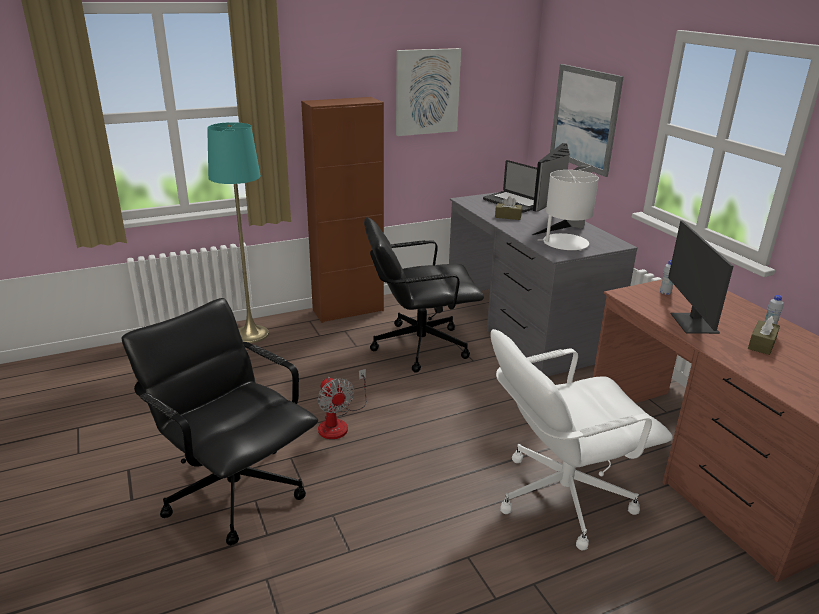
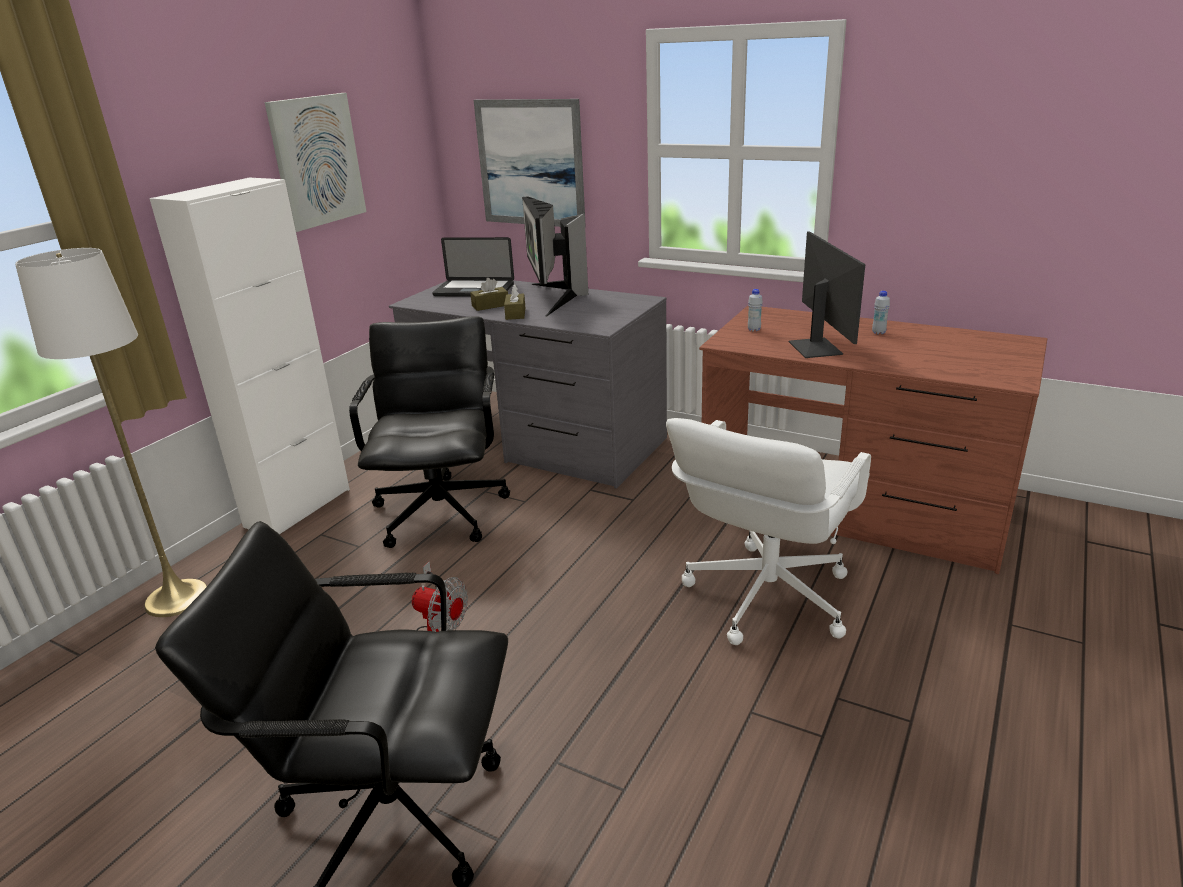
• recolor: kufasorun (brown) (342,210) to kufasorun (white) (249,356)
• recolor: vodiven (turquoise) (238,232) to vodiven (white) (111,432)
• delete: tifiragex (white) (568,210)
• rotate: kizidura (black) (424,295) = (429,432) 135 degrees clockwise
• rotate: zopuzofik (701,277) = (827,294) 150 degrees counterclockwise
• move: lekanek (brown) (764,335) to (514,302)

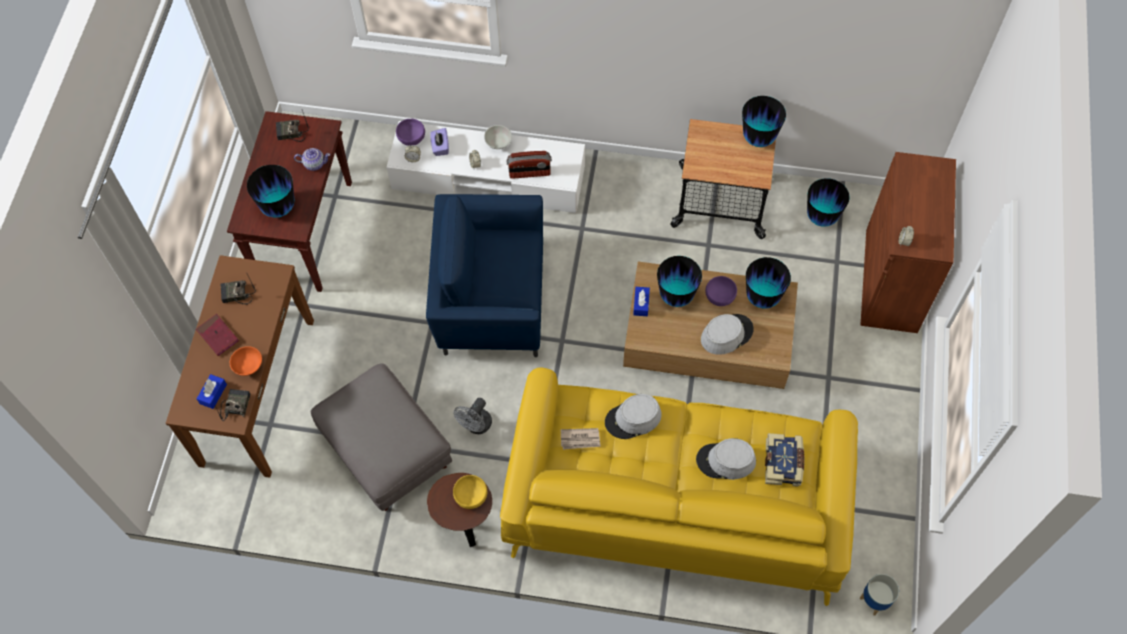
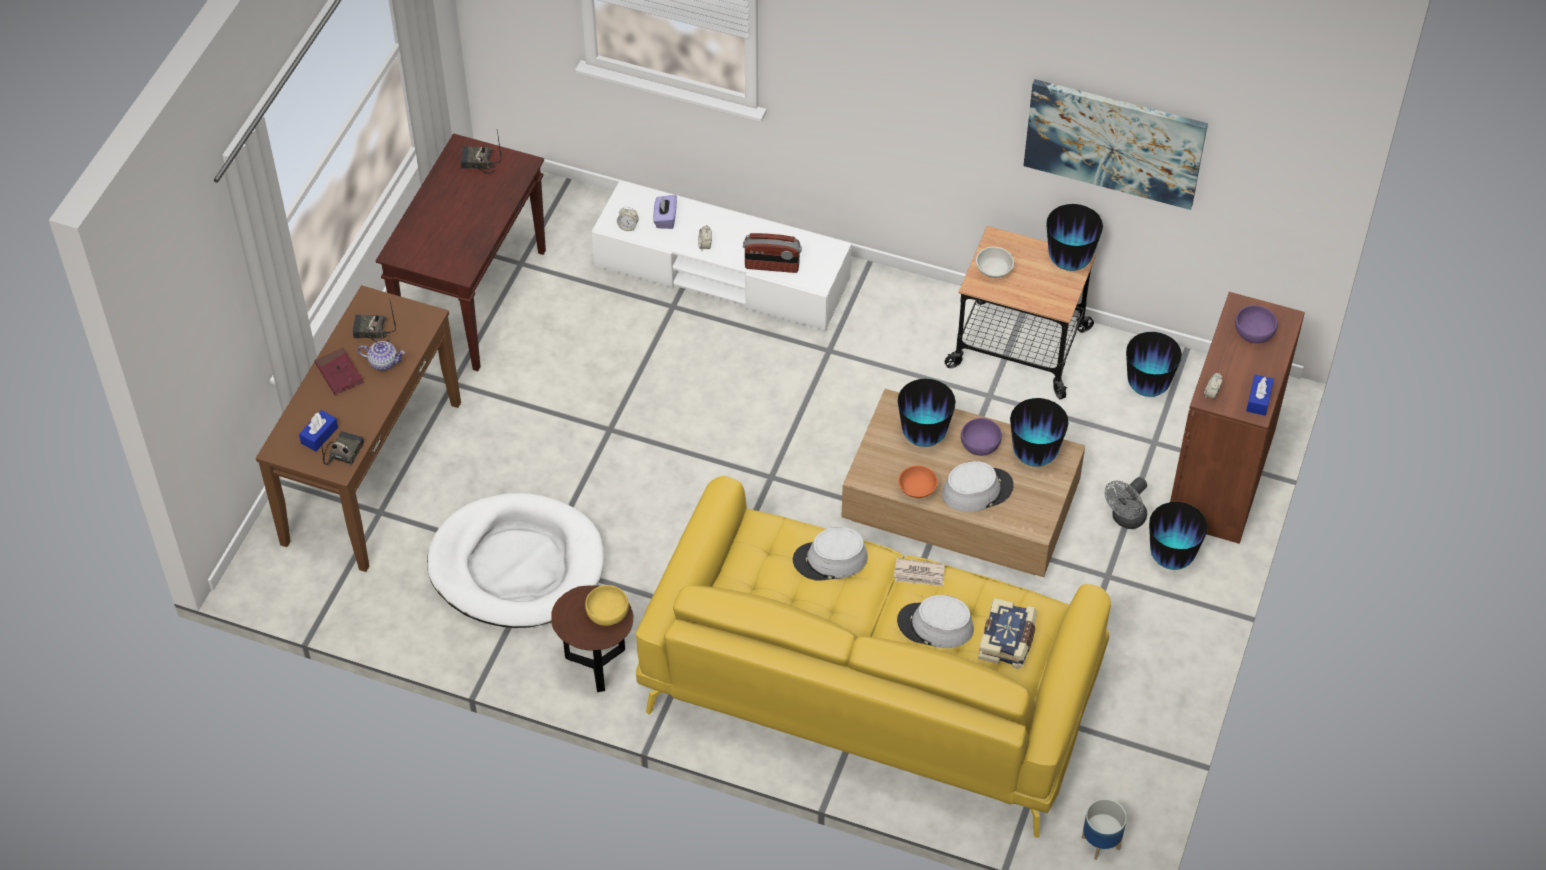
• move: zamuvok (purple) (410,132) to (1256,324)
• move: zamuvok (white) (498,137) to (995,262)
• move: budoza (312,159) to (381,356)
• move: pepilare (270,191) to (1178,536)
• delete: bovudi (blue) (484,275)
• move: lekanek (blue) (641,301) to (1260,395)
• move: zamuvok (orange) (246,361) to (918,482)
• replace: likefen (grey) (381,437) to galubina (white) (515,560)
• move: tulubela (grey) (473,416) to (1126,503)
• move: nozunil (581,439) to (919,572)
• insert: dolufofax (1115,144)

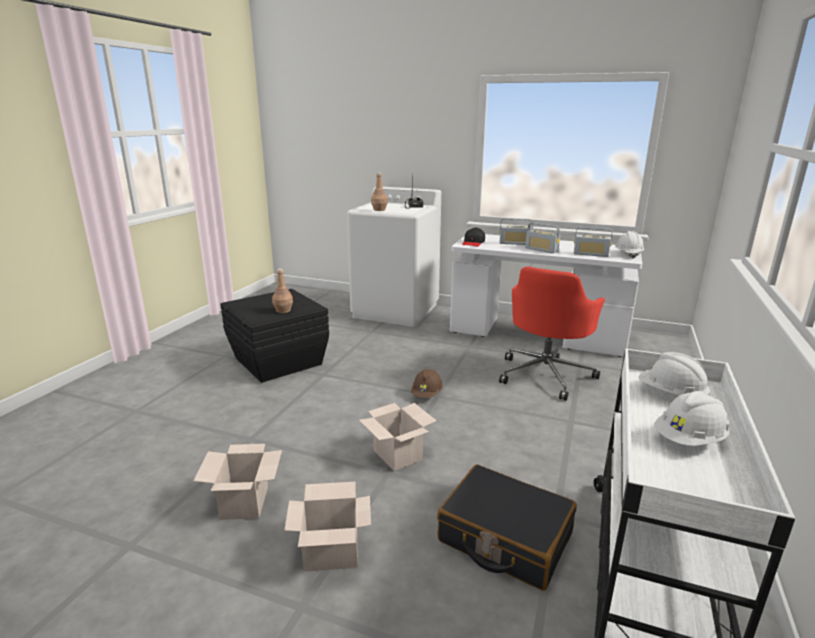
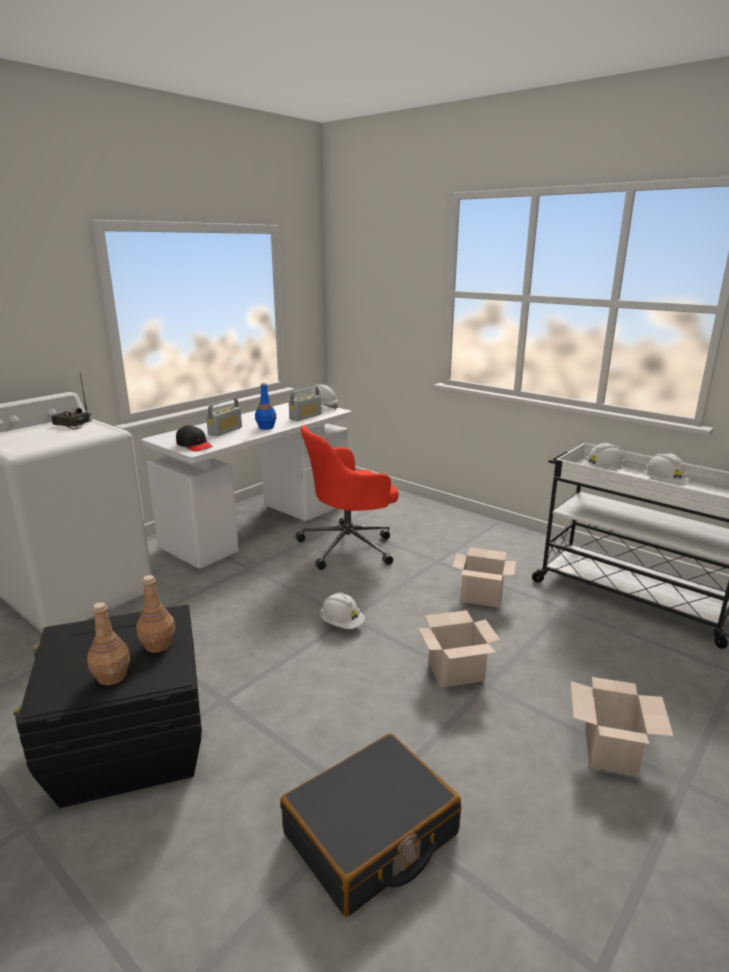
• move: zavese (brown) (379,192) to (108,643)
• replace: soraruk (542,238) to zavese (blue) (266,406)
• rotate: kizidura (red) (552,333) = (347,497) 105 degrees clockwise
• recolor: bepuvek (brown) (427,383) to bepuvek (white) (342,610)
• move: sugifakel (238,482) to (484,577)
• move: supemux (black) (507,528) to (370,825)

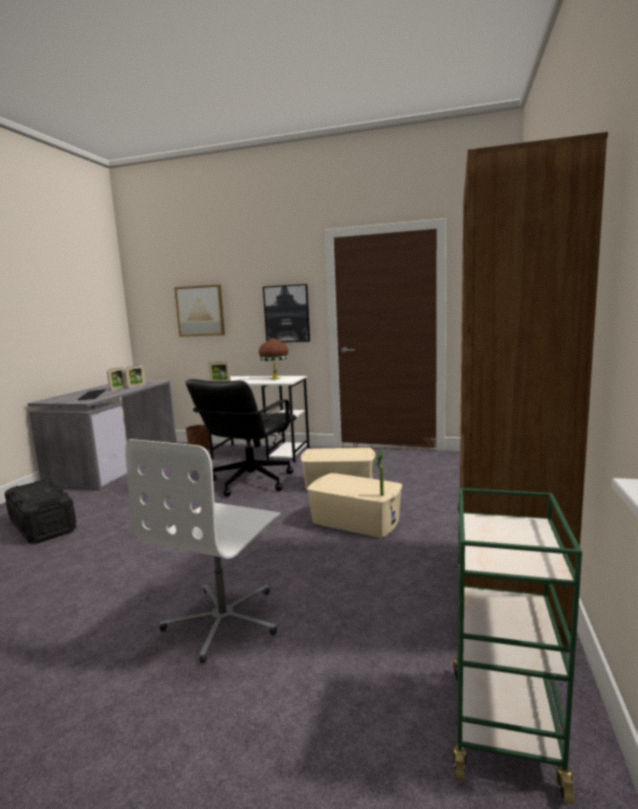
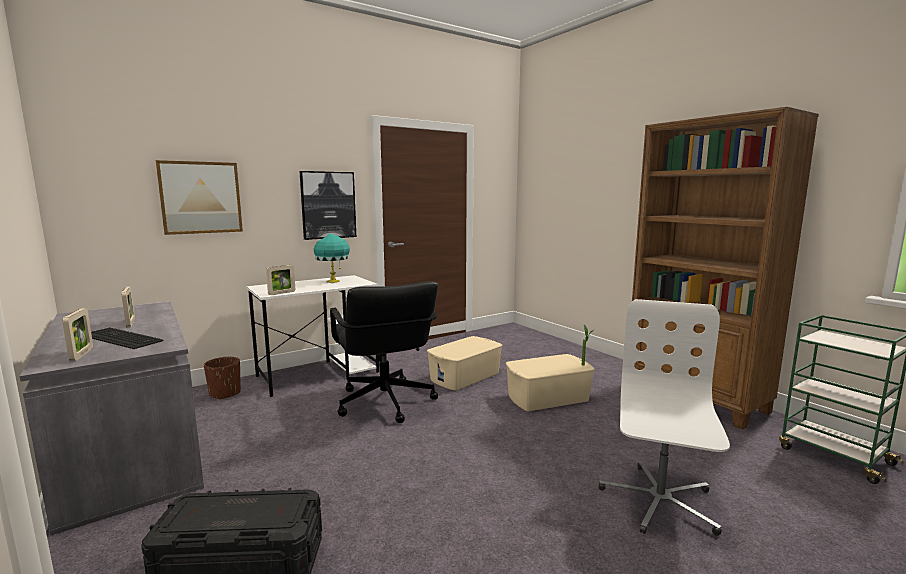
• recolor: tifiragex (brown) (273,358) to tifiragex (turquoise) (332,258)
• move: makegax (135,376) to (77,334)
• rotate: kizidura (white) (203,551) = (664,417) 135 degrees counterclockwise

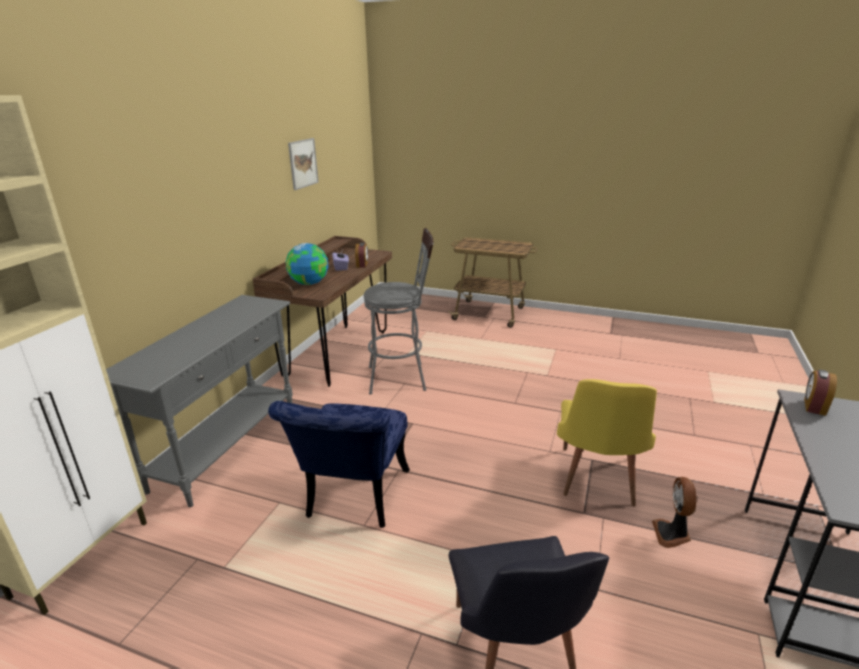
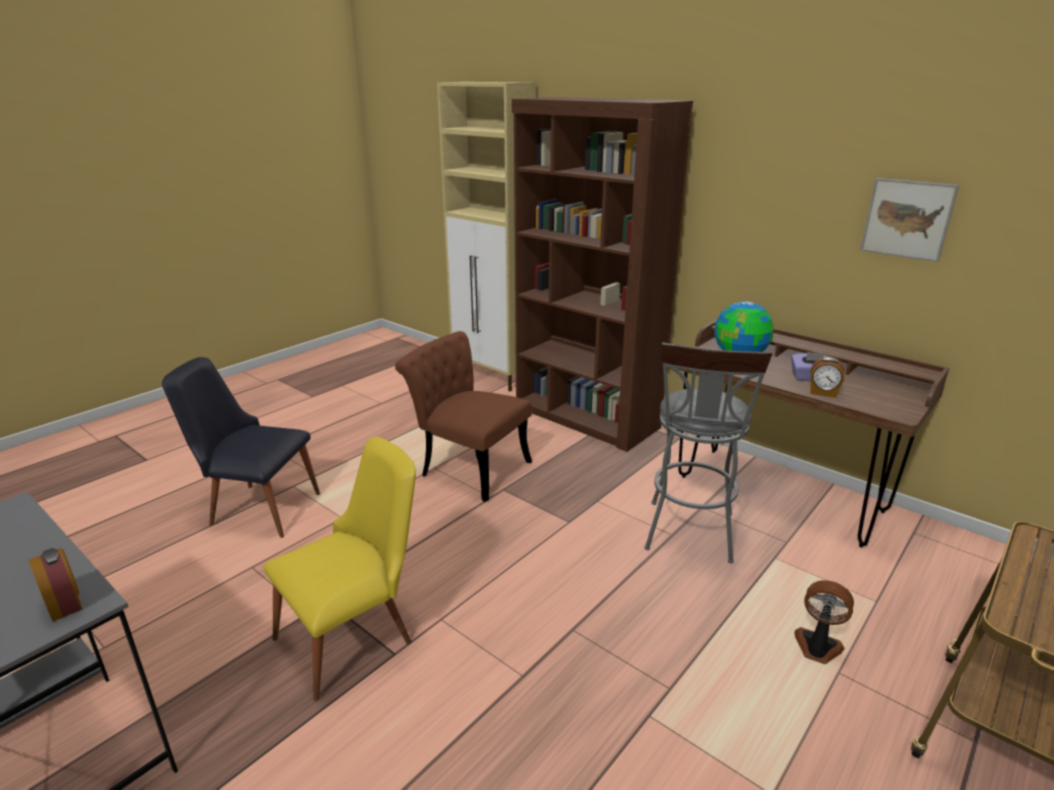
• replace: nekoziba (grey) (199,401) to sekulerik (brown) (602,274)
• rotate: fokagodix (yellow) (607,442) = (340,569) 105 degrees clockwise
• recolor: fokagodix (blue) (339,464) to fokagodix (brown) (463,416)
• move: tulubela (674,512) to (824,622)

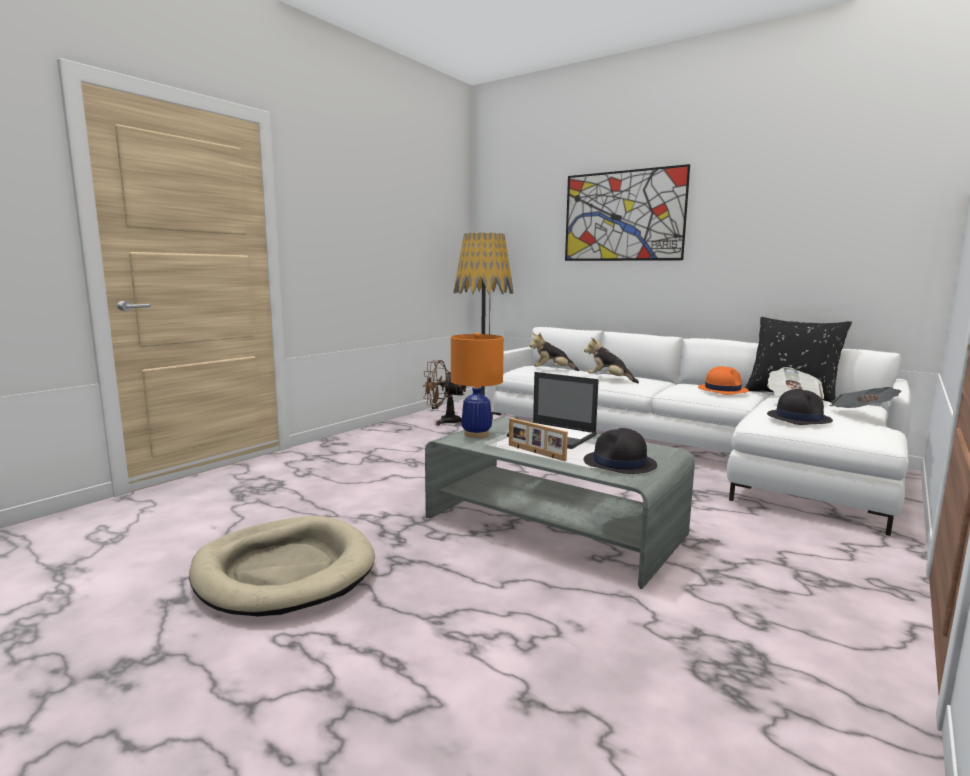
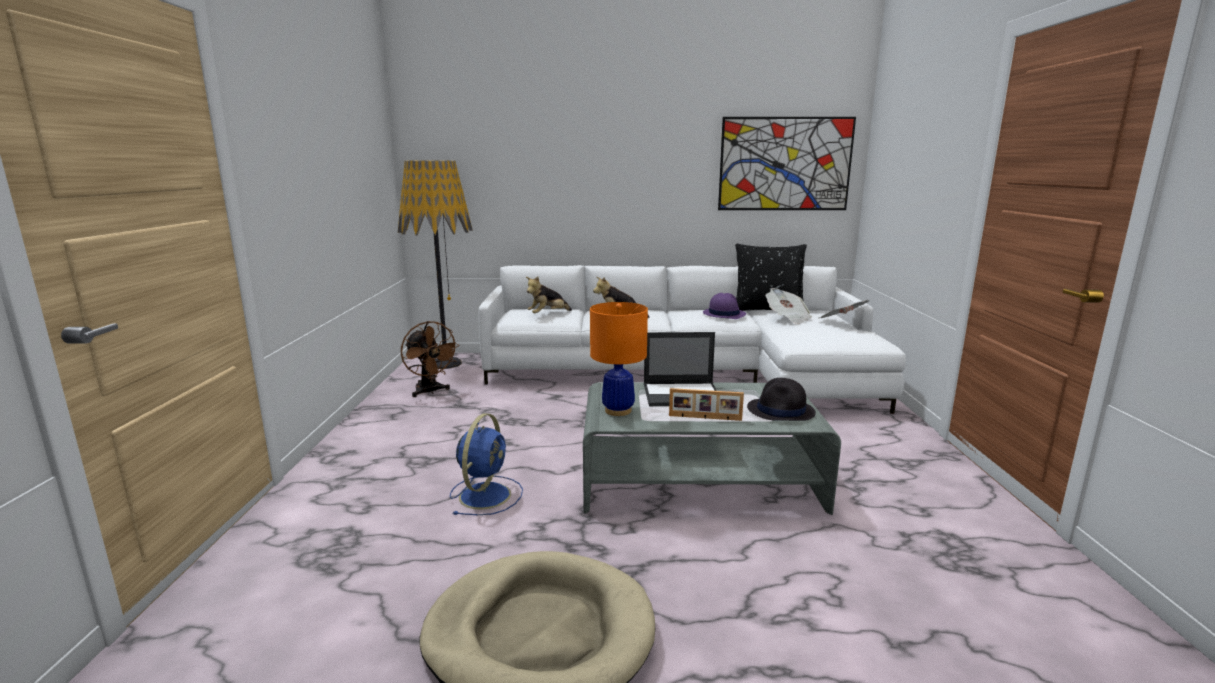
• move: dolufofax (627,212) to (787,163)
• rotate: tulubela (brown) (444,393) = (430,359) 105 degrees counterclockwise
• recolor: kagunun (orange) (723,380) to kagunun (purple) (724,306)
• delete: kagunun (black) (800,407)
• insert: tulubela (blue) (486,464)

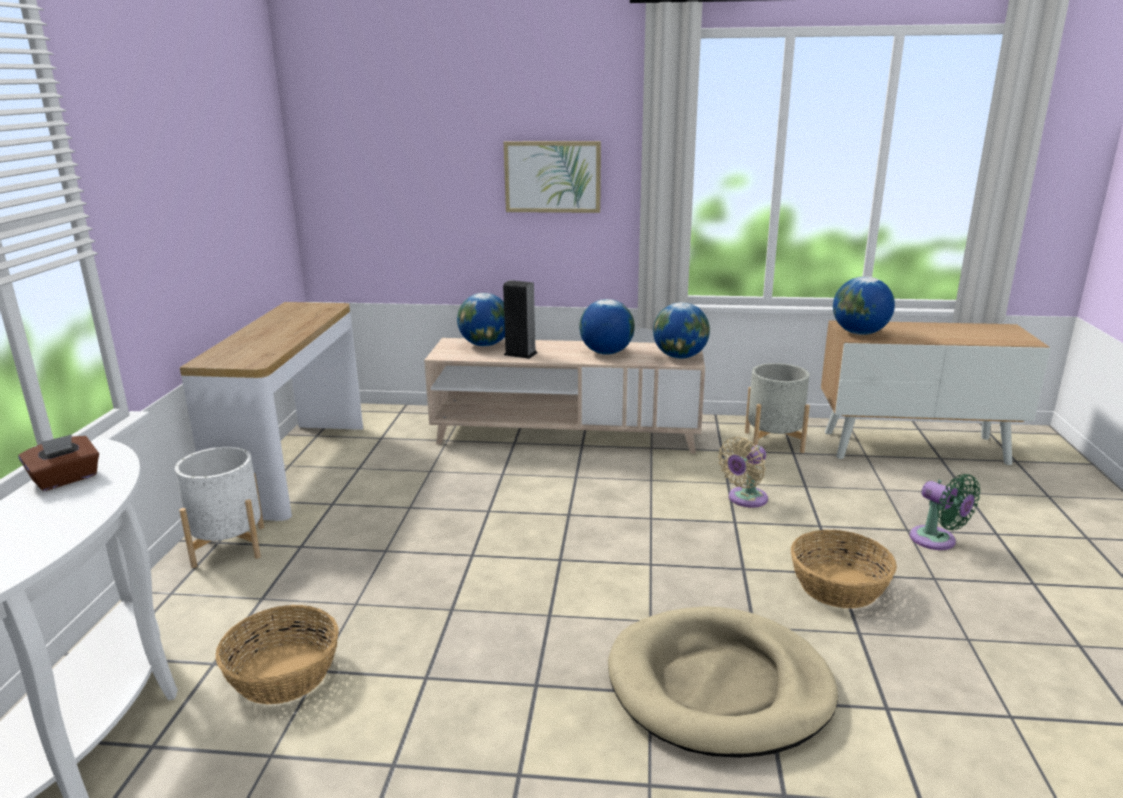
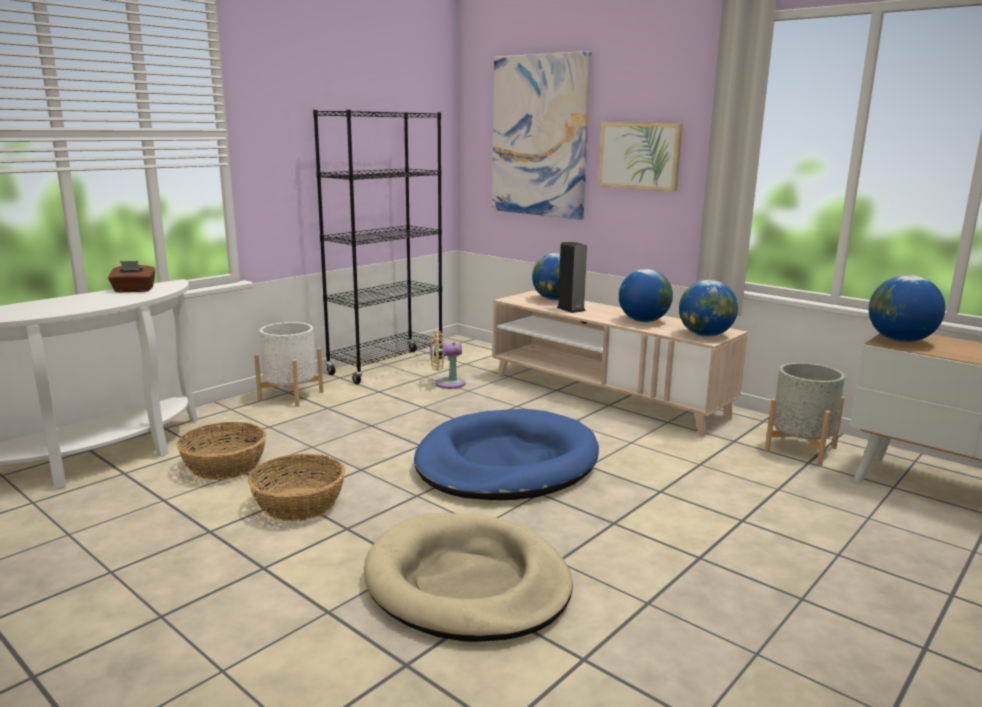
• replace: nekoziba (271,411) to sekulerik (black) (377,247)
• move: tulubela (beige) (743,472) to (447,359)
• delete: tulubela (green) (945,512)
• move: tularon (844,569) to (296,487)
• insert: dolufofax (542,135)
• insert: galubina (blue) (506,454)

